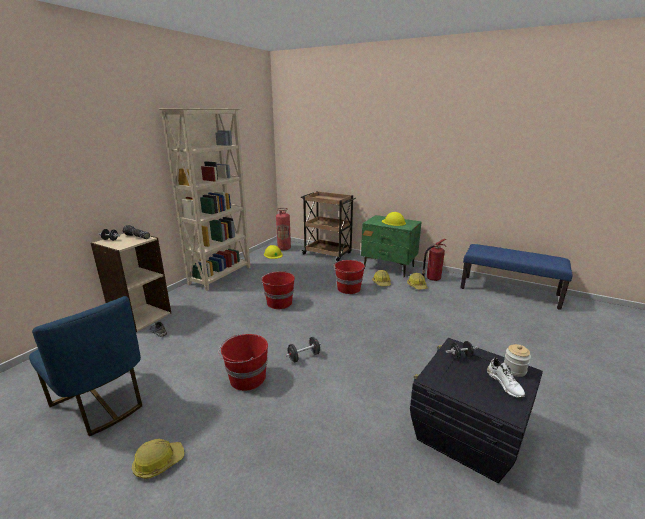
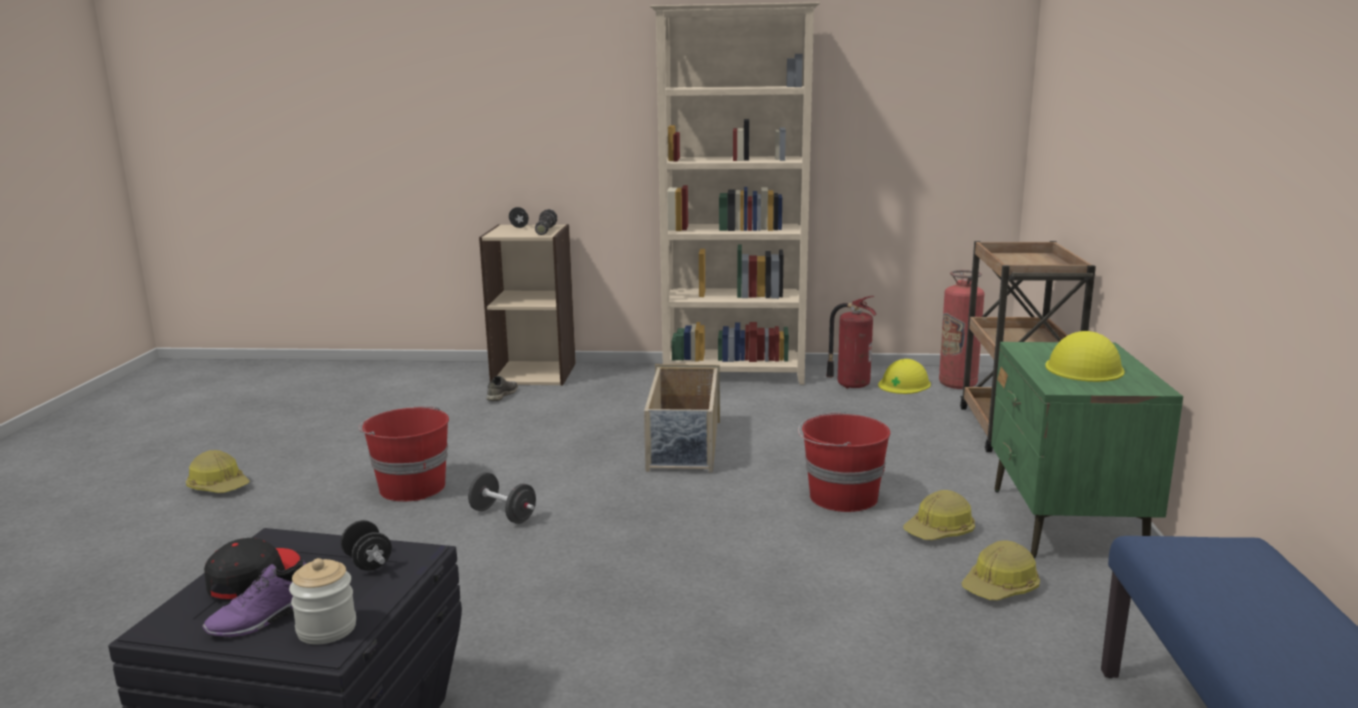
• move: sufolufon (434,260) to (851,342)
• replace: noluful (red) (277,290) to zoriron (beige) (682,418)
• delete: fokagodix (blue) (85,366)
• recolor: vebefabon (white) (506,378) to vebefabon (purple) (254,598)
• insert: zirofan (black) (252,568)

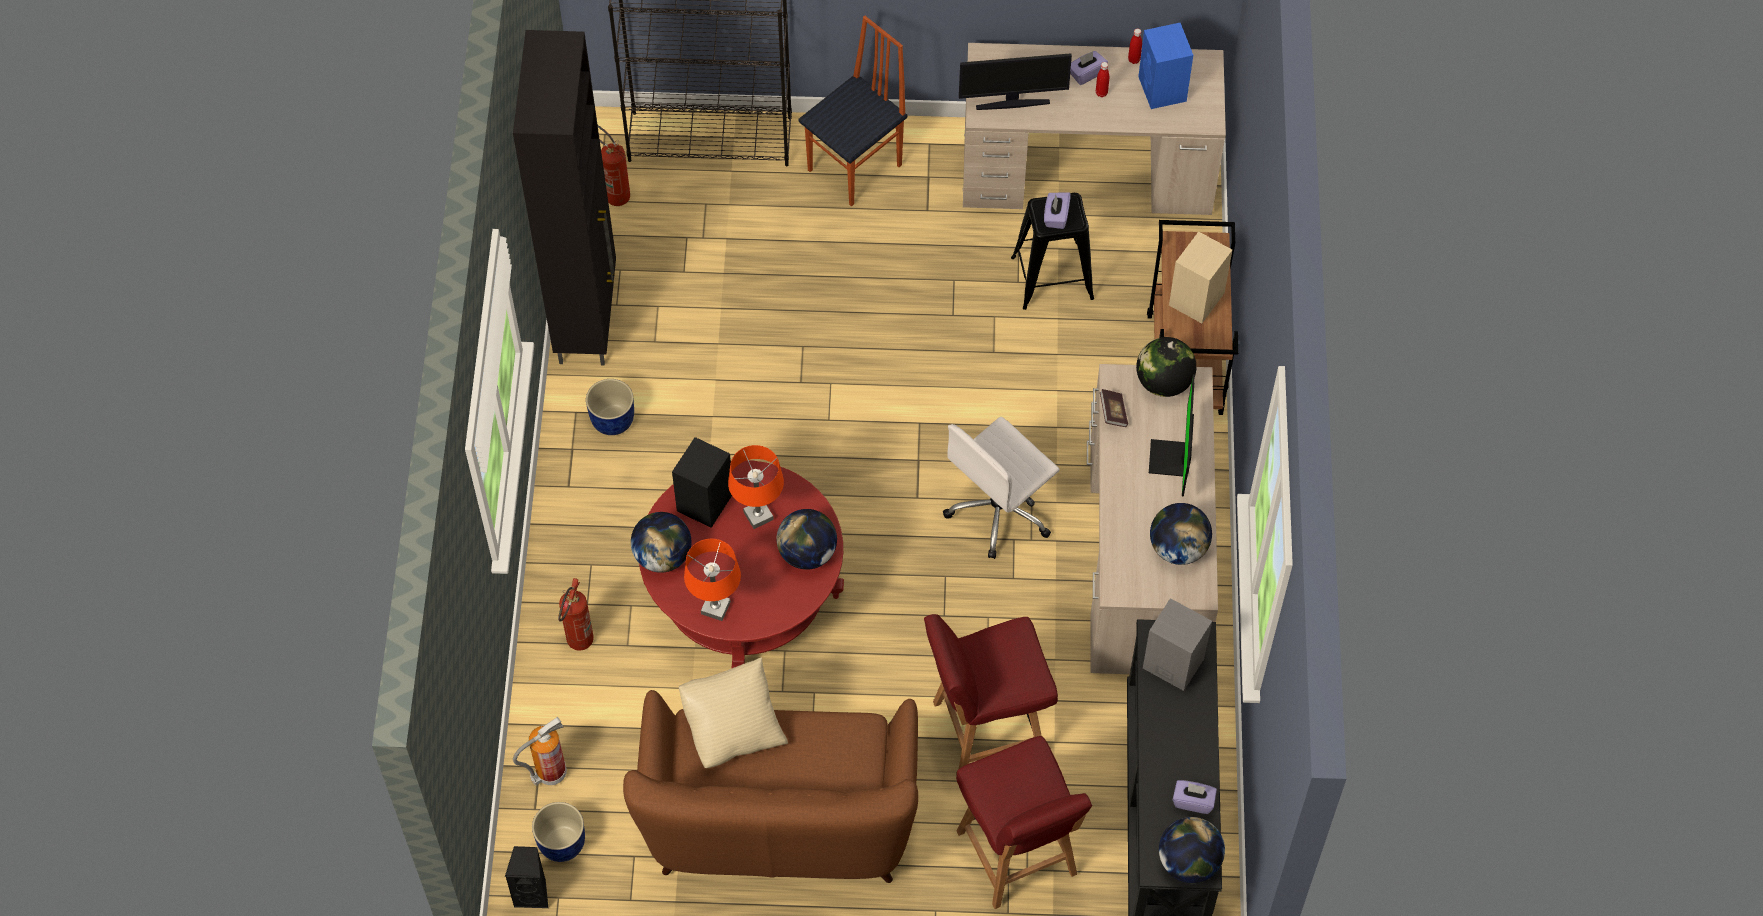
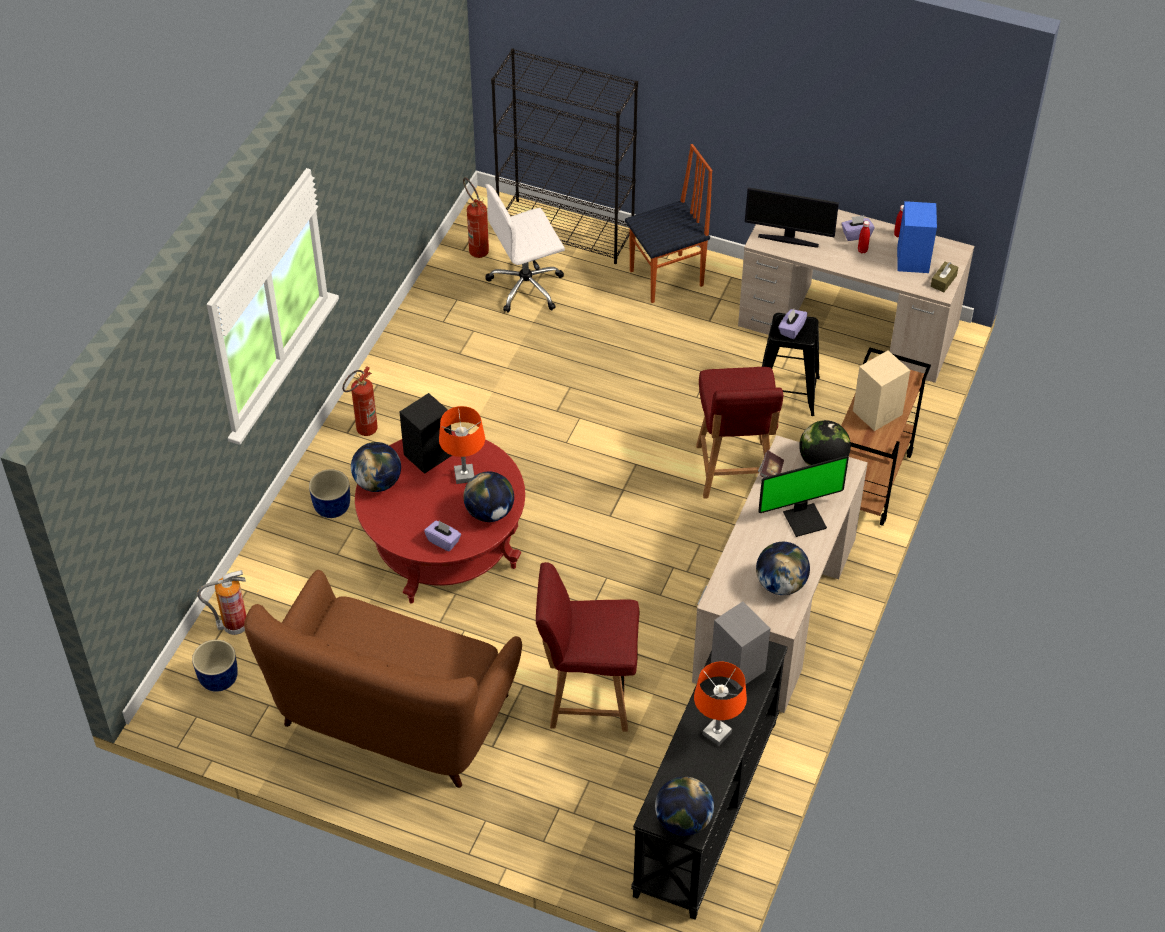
• delete: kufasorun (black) (564,198)
• rotate: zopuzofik (1172,435) = (803,496) 135 degrees counterclockwise
• move: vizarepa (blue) (610,407) to (329,493)
• move: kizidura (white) (1001,488) to (525,248)
• move: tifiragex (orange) (712,580) to (720,704)
• move: sufolufon (576,614) to (360,401)
• delete: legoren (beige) (733,712)
• move: fokagodix (red) (1024,822) to (739,433)
• move: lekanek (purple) (1195,797) to (442,535)
• delete: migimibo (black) (526,877)
• insert: lekanek (brown) (944,276)

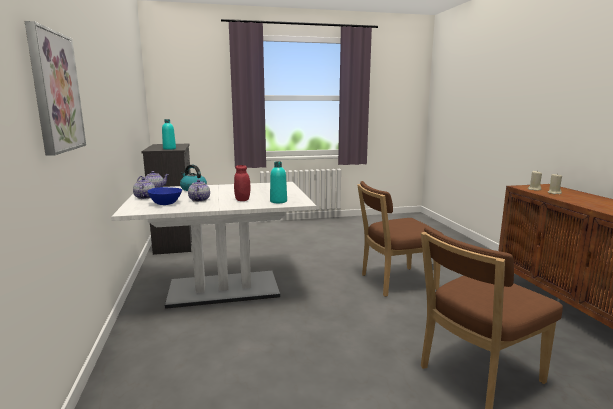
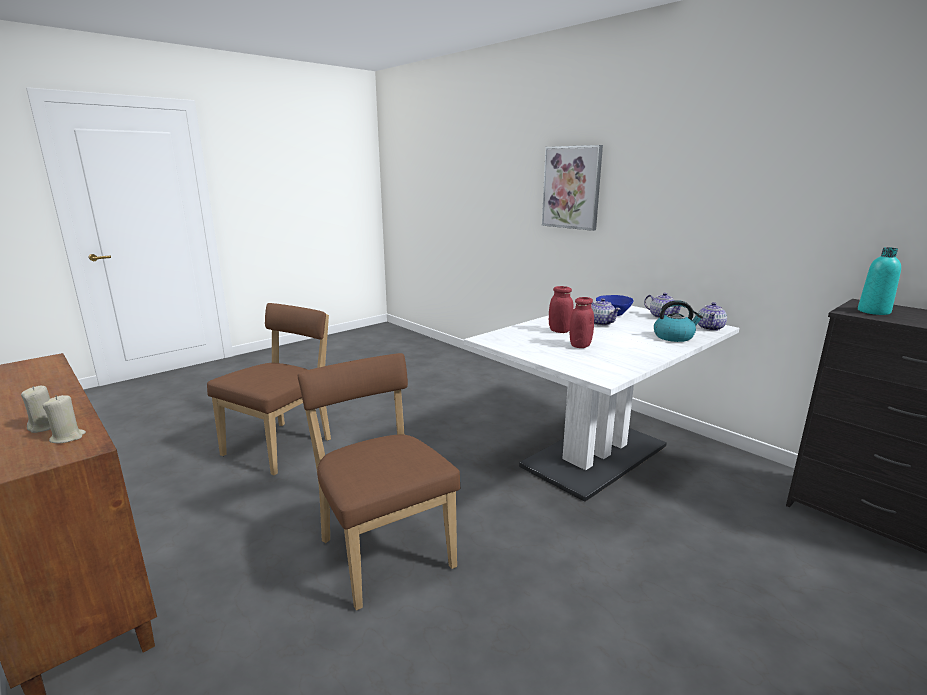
• delete: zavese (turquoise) (278,182)
• rotate: fokagodix (brown) (400,239) = (379,482) 75 degrees counterclockwise
• insert: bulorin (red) (581,322)

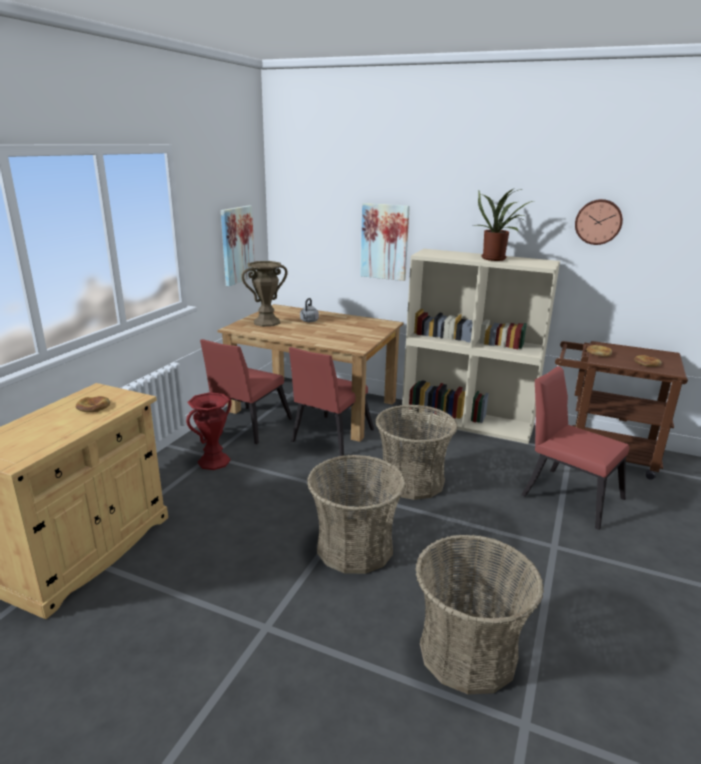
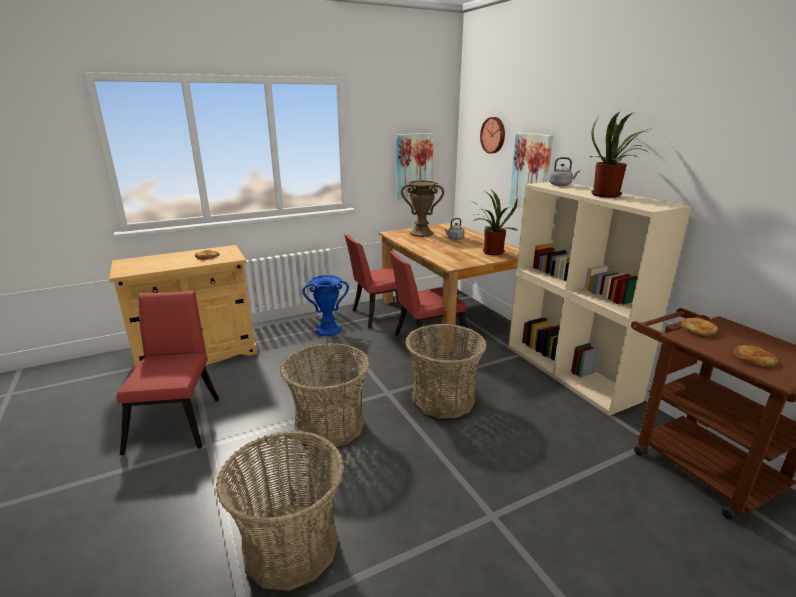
• move: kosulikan (599,222) to (492,135)
• move: fokagodix (red) (575,448) to (167,372)
• recolor: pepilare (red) (209,431) to pepilare (blue) (325,305)
• insert: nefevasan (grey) (564,171)
• insert: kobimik (494,222)

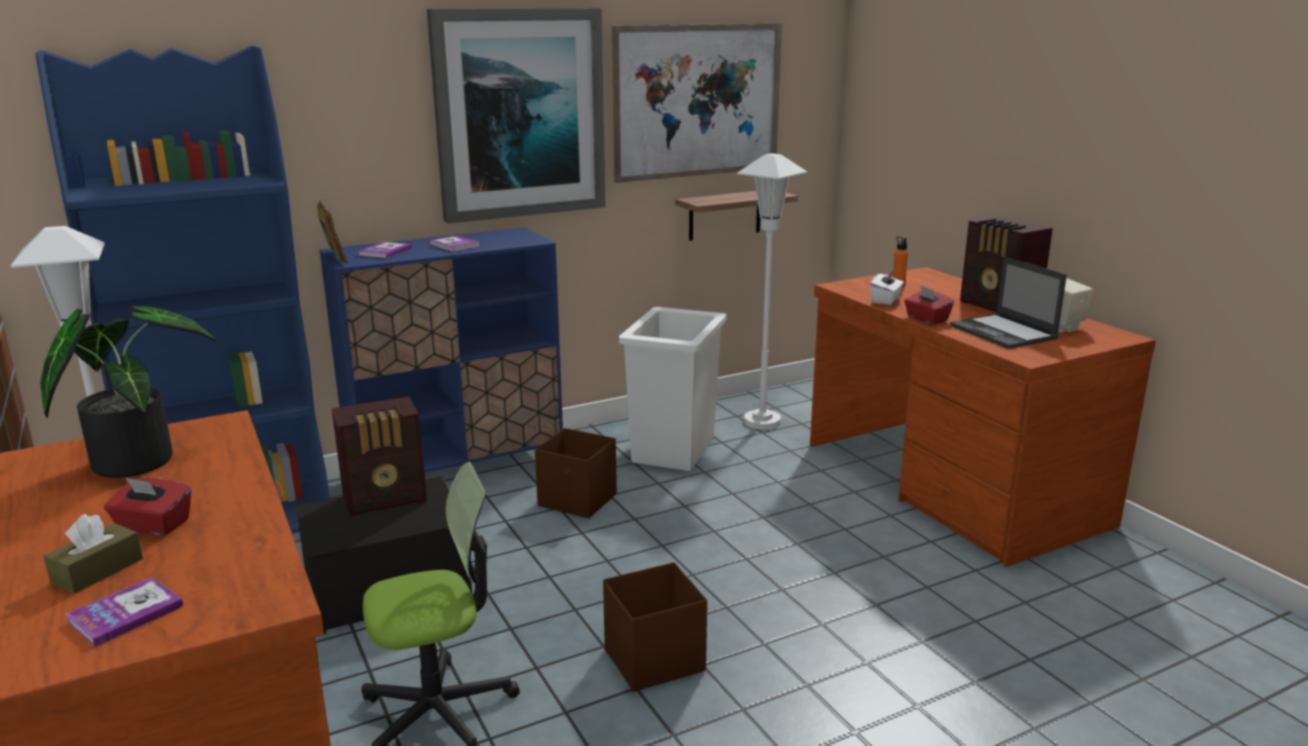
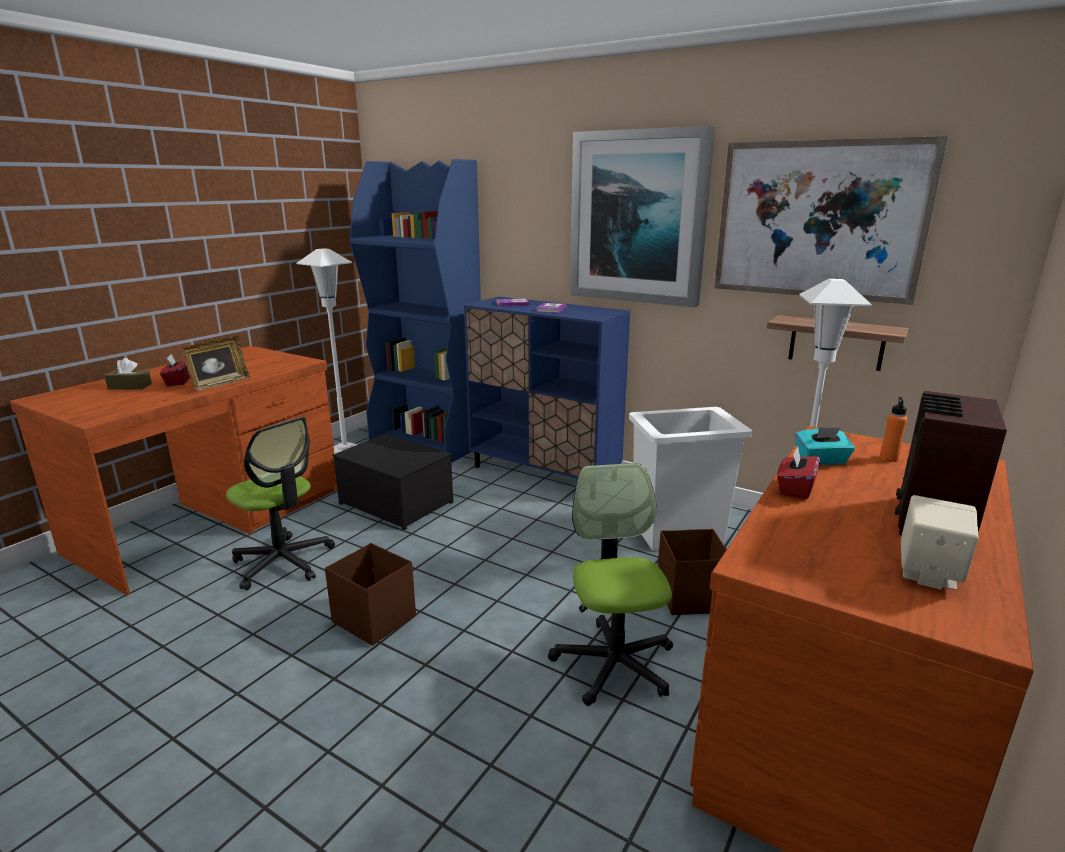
• move: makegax (332,231) to (216,363)
• delete: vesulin (1008,302)
• recolor: lekanek (white) (887,287) to lekanek (turquoise) (825,446)
• delete: kobimik (128,392)
• delete: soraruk (379,457)
• move: zoriron (brown) (576,473) to (692,572)
• delete: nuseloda (123,612)
• insert: kizidura (610,584)

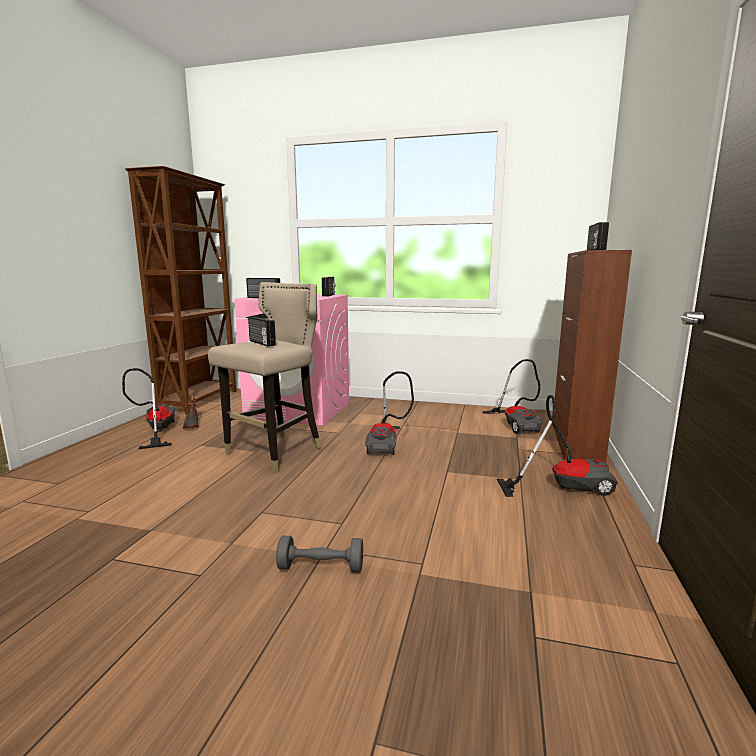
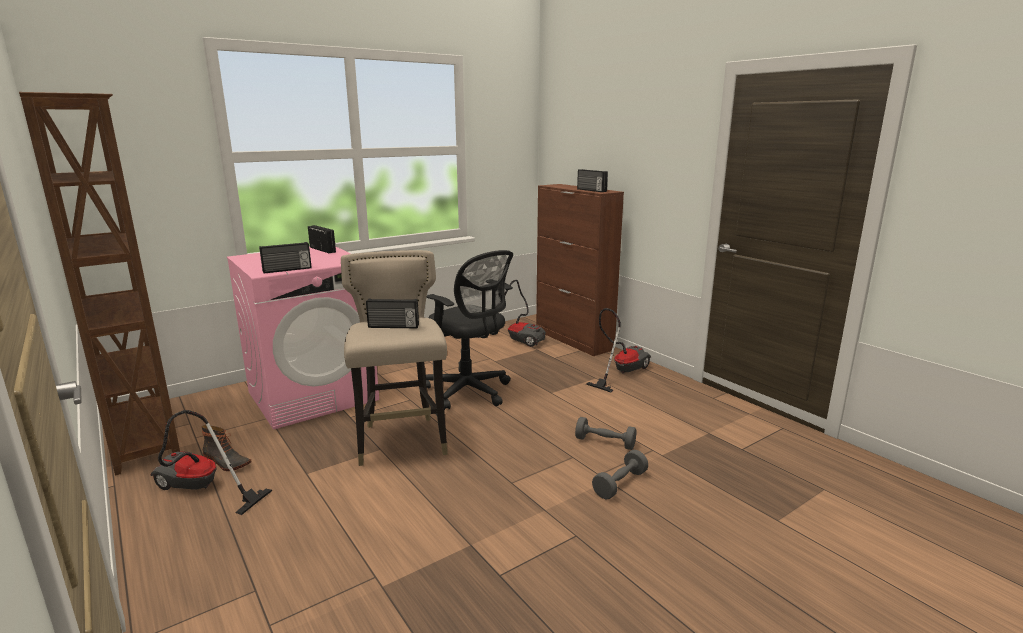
• replace: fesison (389,413) to kizidura (black) (469,330)
• insert: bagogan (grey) (605,433)

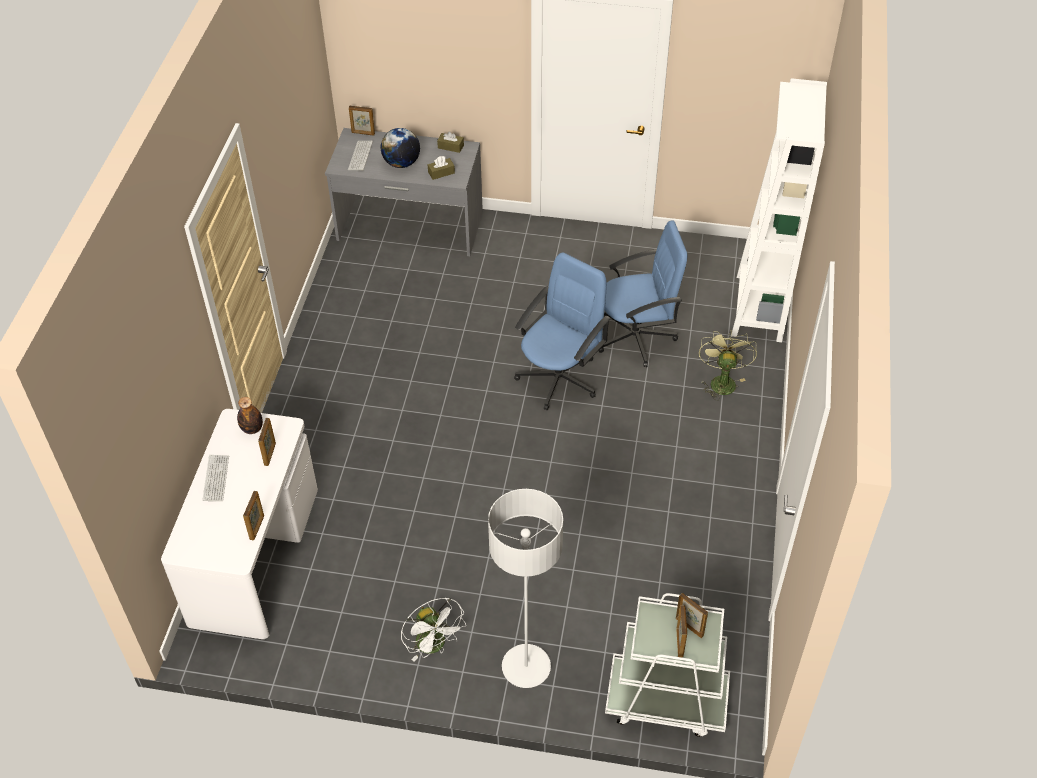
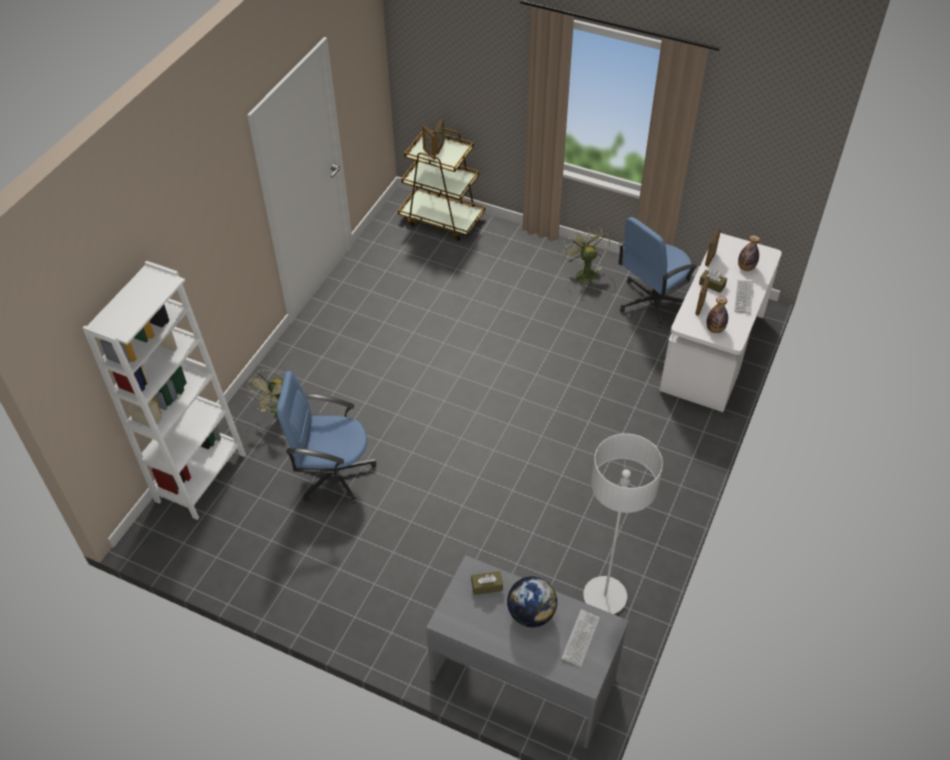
• delete: makegax (362,120)
• move: lekanek (brown) (450,142) to (713,281)
• move: kizidura (blue) (562,331) to (658,272)
• move: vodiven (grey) (525,588) to (623,524)
• recolor: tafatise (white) (667,665) to tafatise (brown) (441,184)
• recolor: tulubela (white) (433,629) to tulubela (green) (586,258)
• insert: zavese (749,253)

